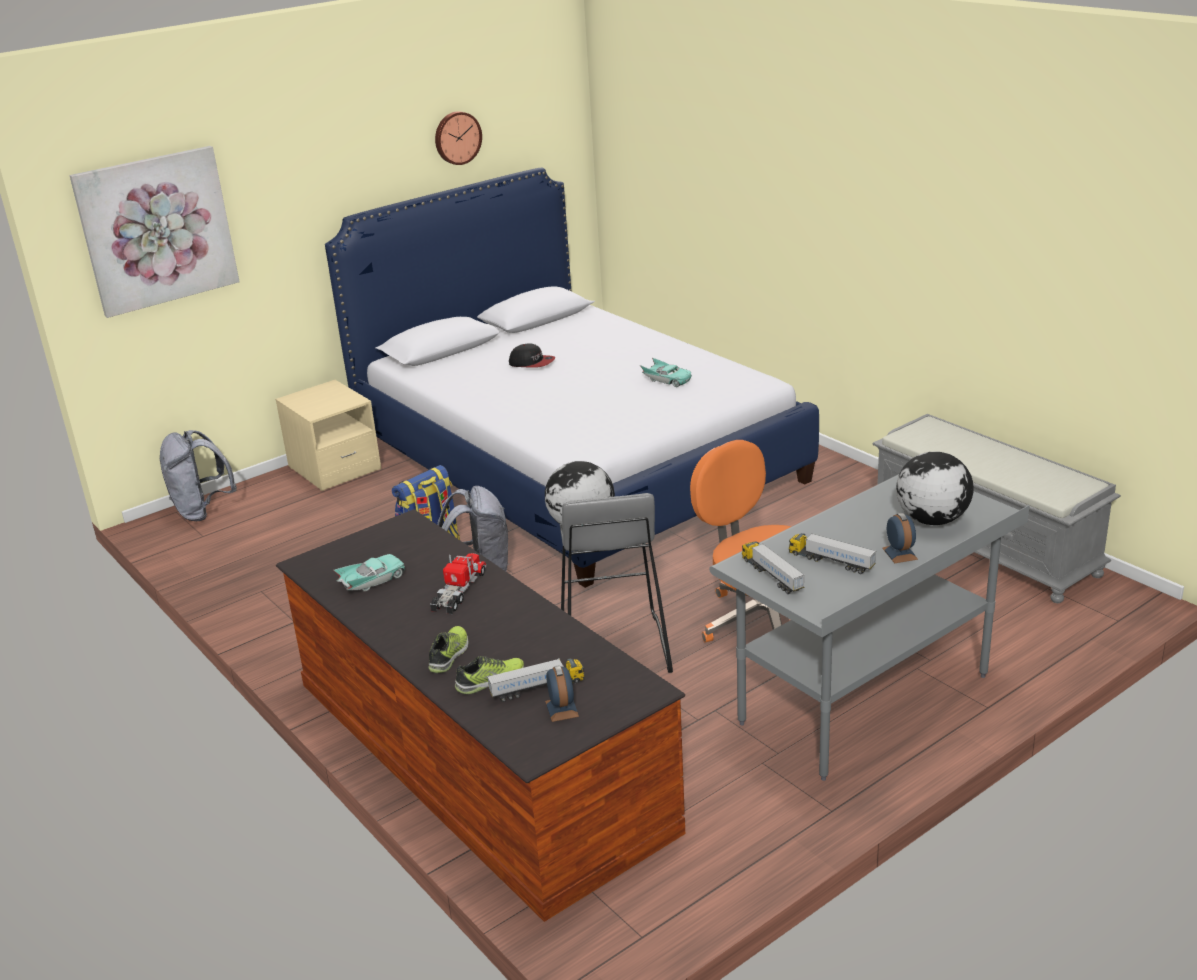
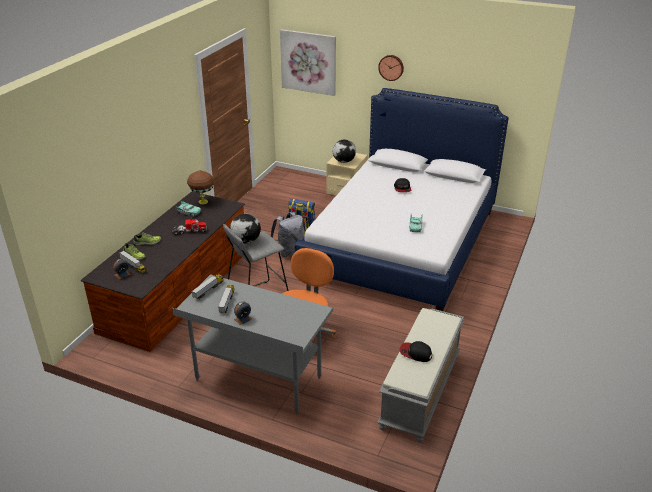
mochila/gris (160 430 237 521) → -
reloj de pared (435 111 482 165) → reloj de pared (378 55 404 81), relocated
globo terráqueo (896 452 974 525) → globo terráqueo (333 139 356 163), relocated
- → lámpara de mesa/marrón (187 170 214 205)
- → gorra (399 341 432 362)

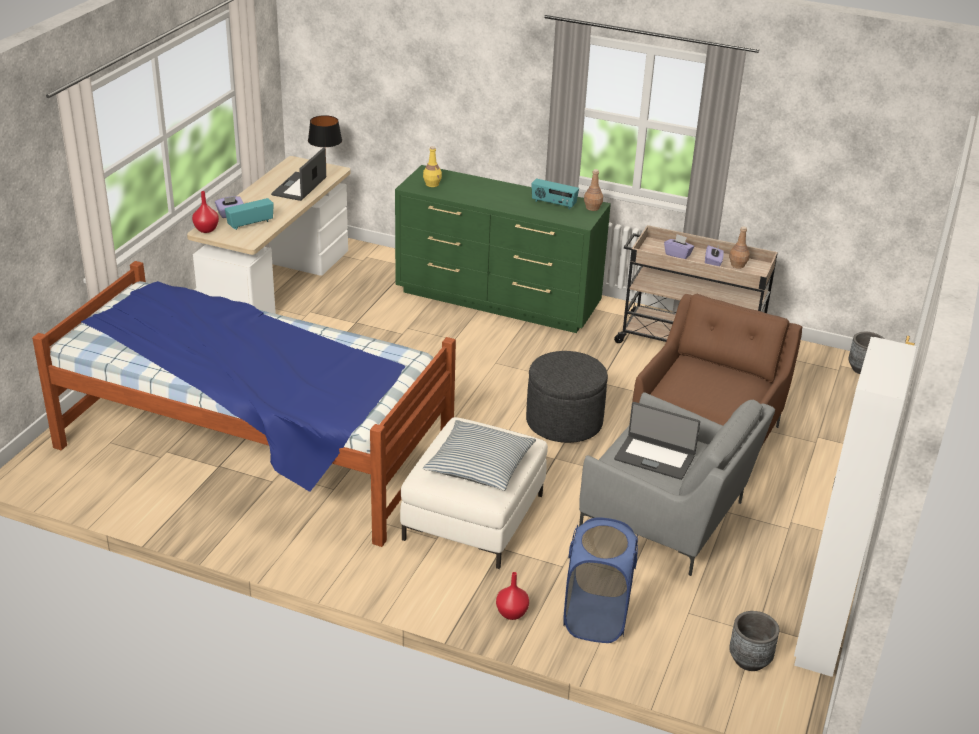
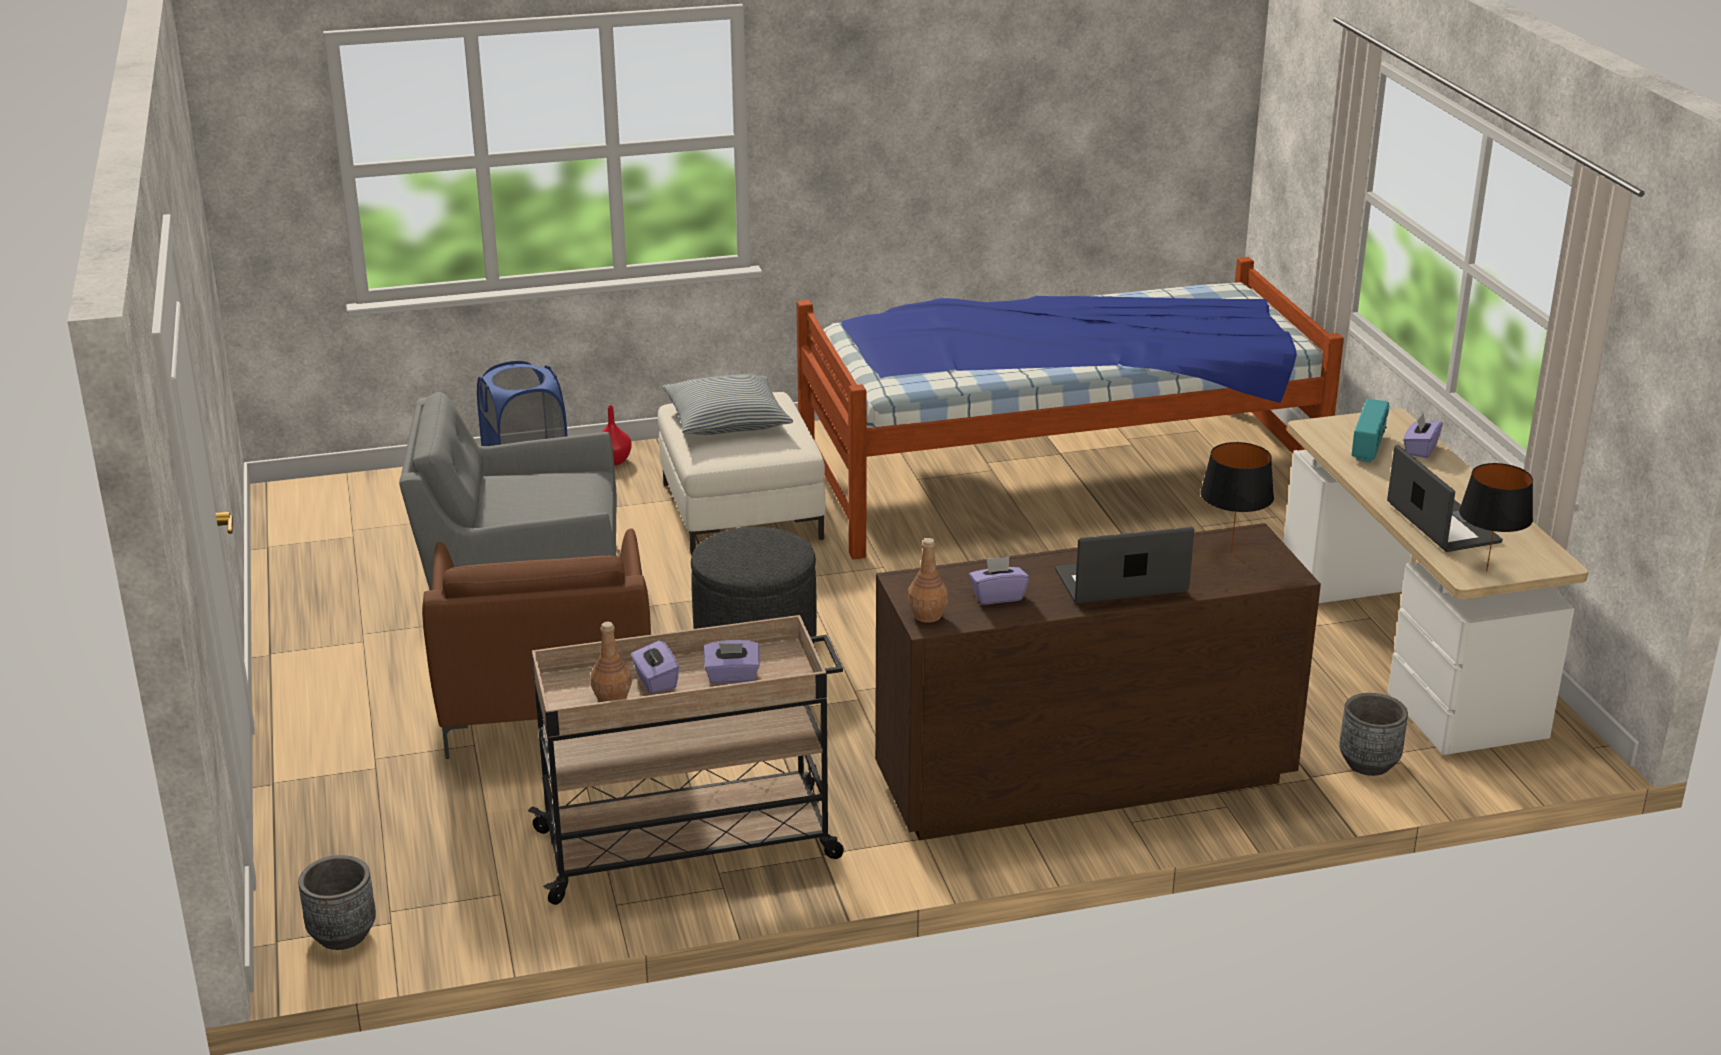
florero/rojo (192 191 219 233) → -
cómoda/verde (395 165 611 333) → cómoda/marrón (875 523 1321 841)
botella/amarillo (423 146 442 187) → lámpara de mesa/negro (1200 442 1274 553)
radio (531 179 579 209) → caja de pañuelos/morado (969 556 1029 605)
portátil (614 402 700 480) → portátil (1055 527 1194 603), relocated
maceta/gris (729 611 779 671) → maceta/gris (1339 693 1408 776), relocated
armario ropero/blanco (794 337 916 677) → -

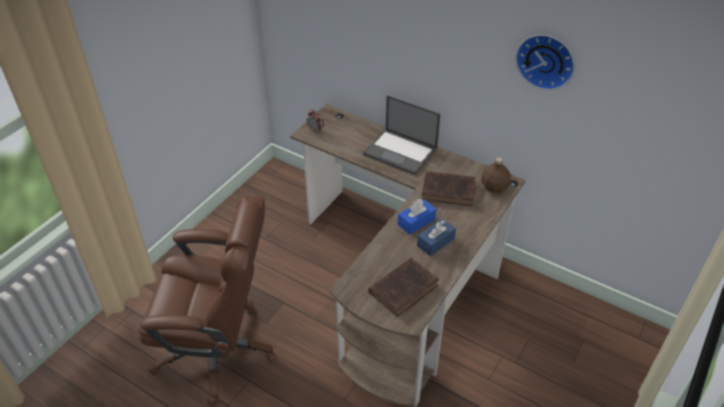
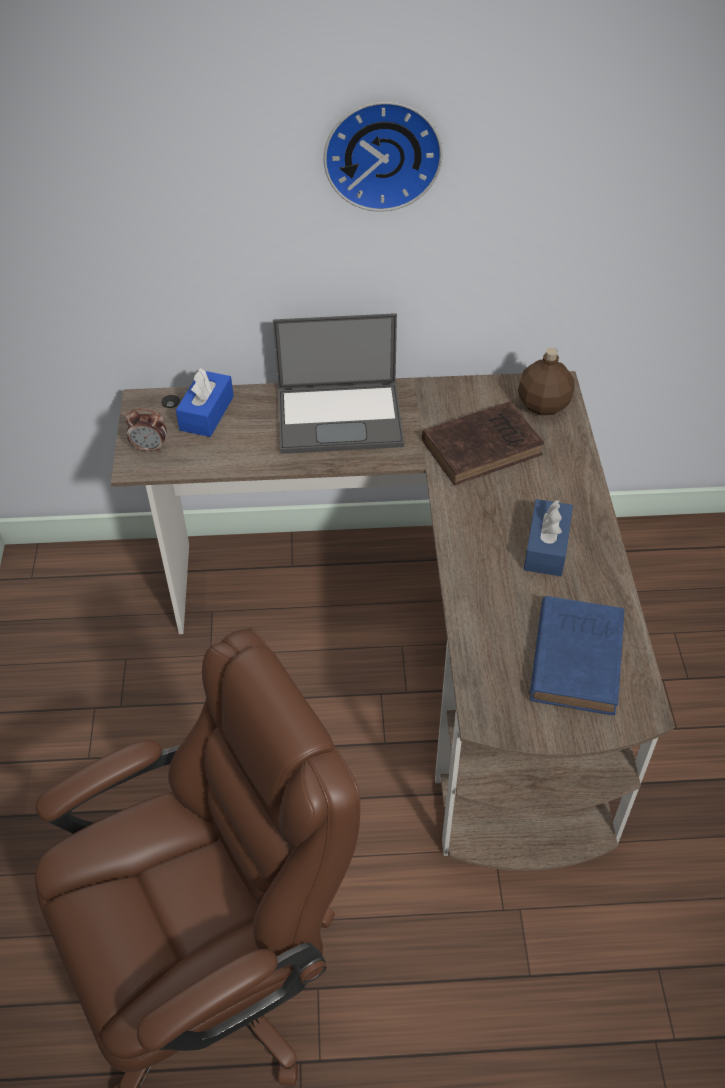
libro/marrón (368 258 439 317) → libro/azul (529 596 625 715)
caja de pañuelos/azul (398 199 436 235) → caja de pañuelos/azul (176 368 234 437), relocated
reloj de pared (516 35 575 90) → reloj de pared (324 101 443 212), relocated

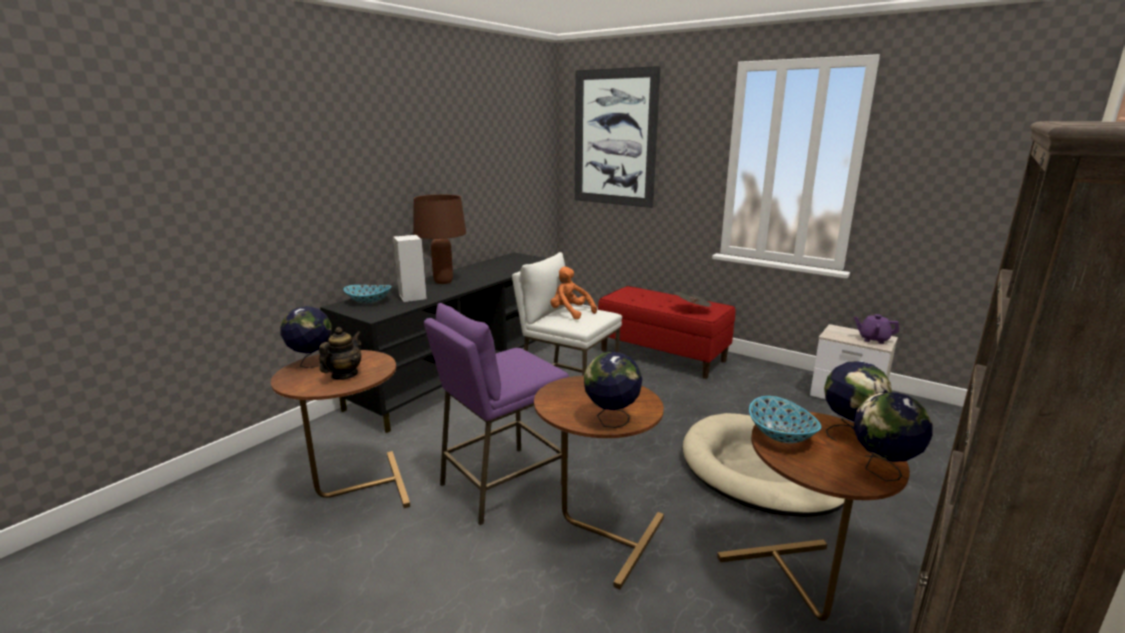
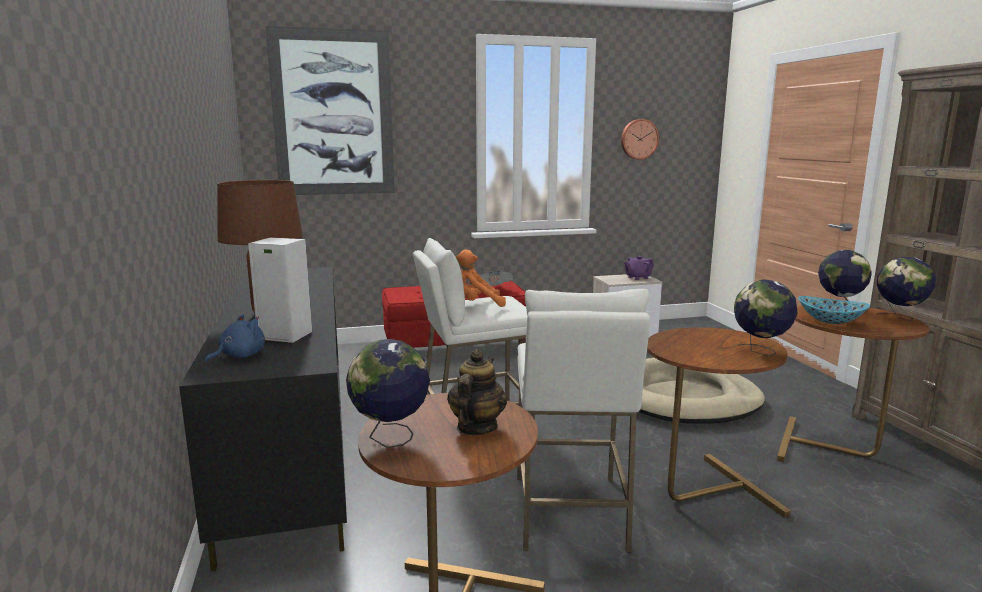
tetera (319 327 361 380) → tetera (447 349 507 435), 45 degrees clockwise
cuenco (343 285 392 304) → peluche/azul (204 314 265 363)
taburete/morado (424 303 569 525) → taburete/blanco (517 289 650 553)
- → reloj de pared (621 119 659 160)

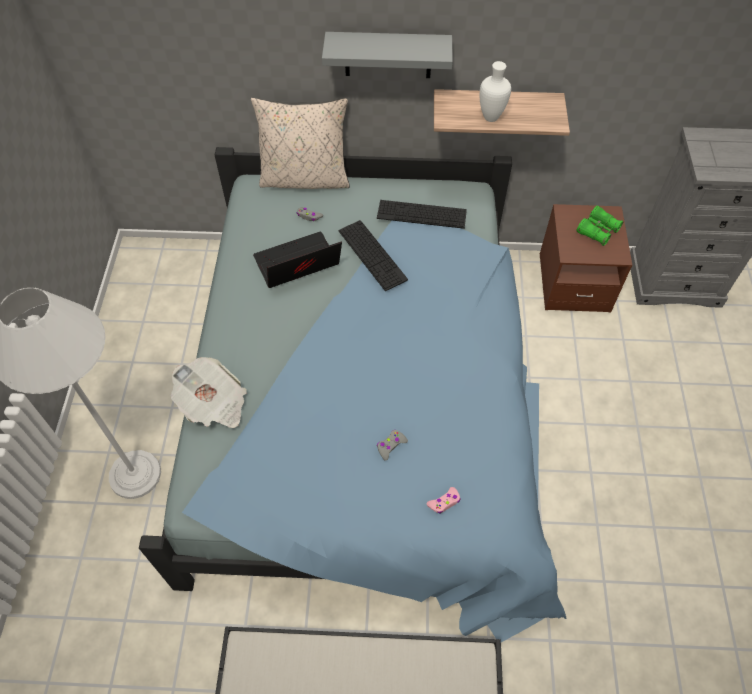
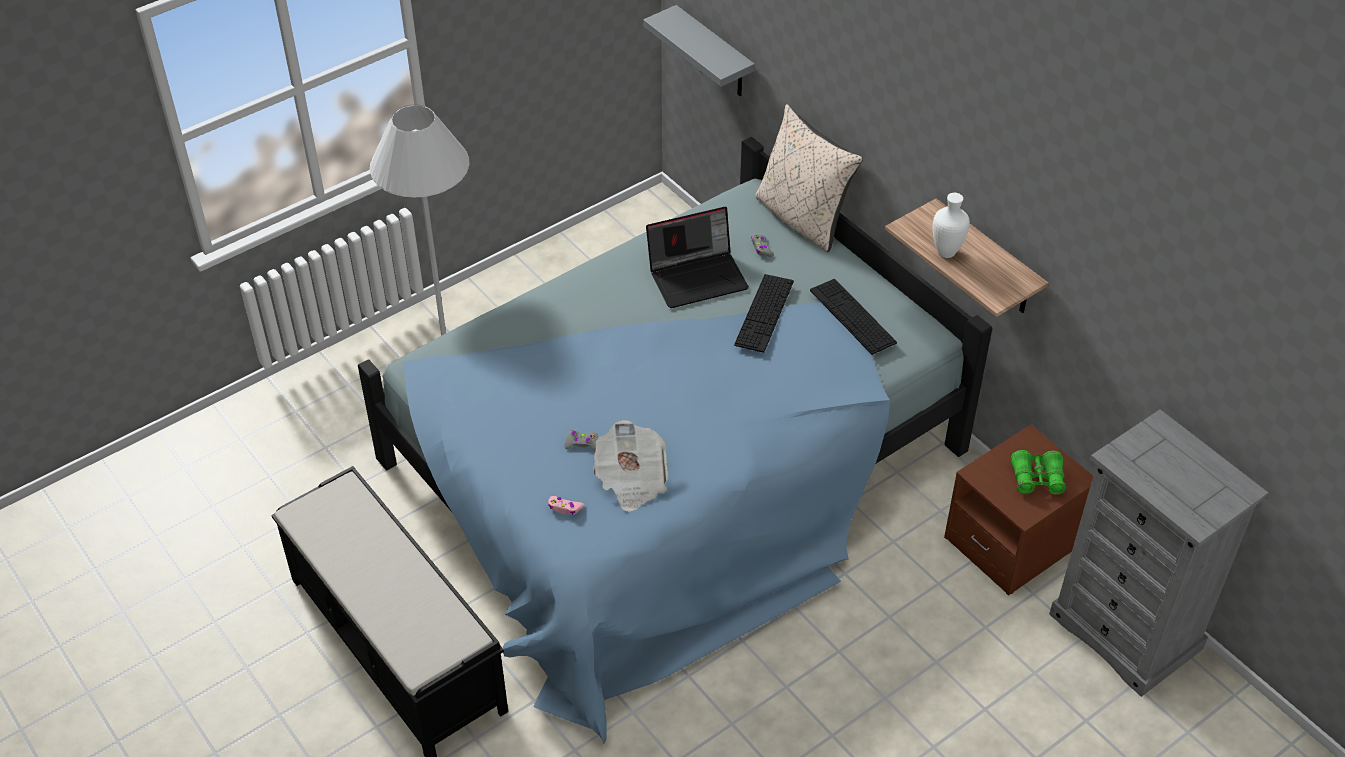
periódico (171 357 247 428) → periódico (593 420 668 512), relocated
portátil (253 232 342 288) → portátil (646 207 749 308), 135 degrees clockwise
estante/gris (322 32 453 78) → estante/gris (643 5 755 96), relocated

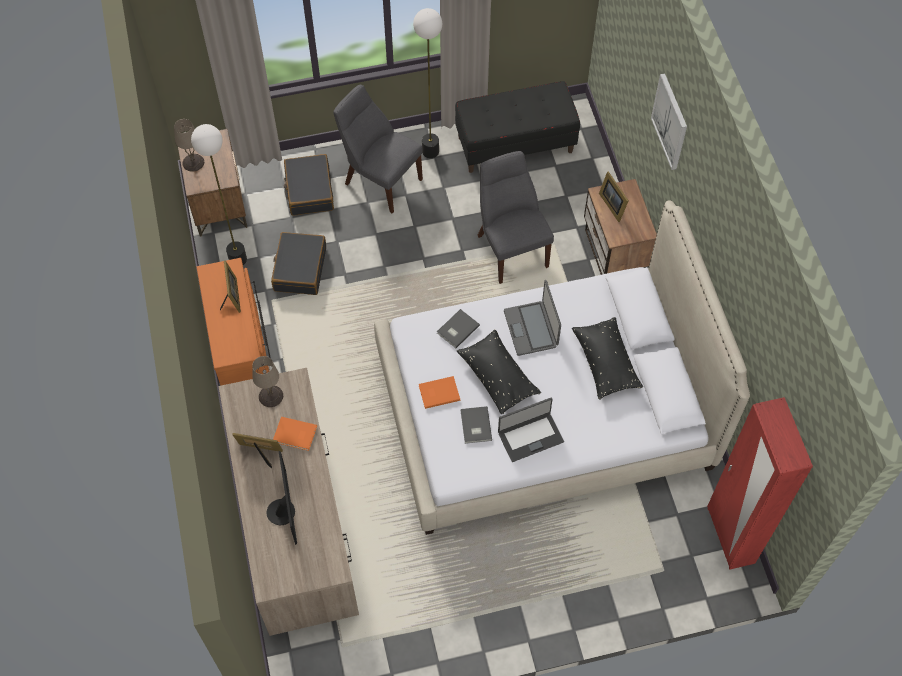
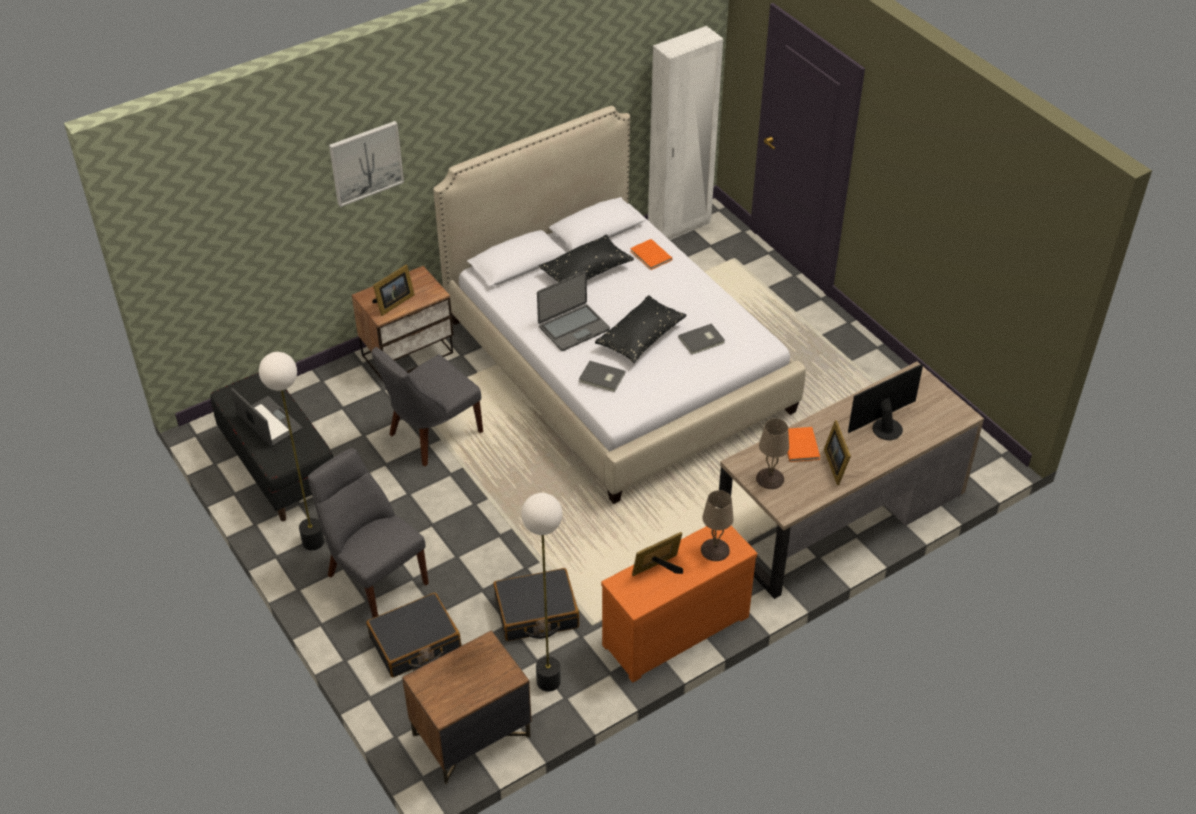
lámpara de mesa/beis (174 119 204 172) → lámpara de mesa/beis (701 490 734 561), relocated
silla/gris (333 85 423 213) → silla/gris (308 448 429 618), 120 degrees clockwise
libro/naranja (419 376 460 409) → libro/naranja (630 239 672 270), relocated
portátil (498 398 564 462) → portátil (231 388 302 446), relocated
armario ropero/rojo (707 397 813 570) → armario ropero/blanco (648 26 723 240)

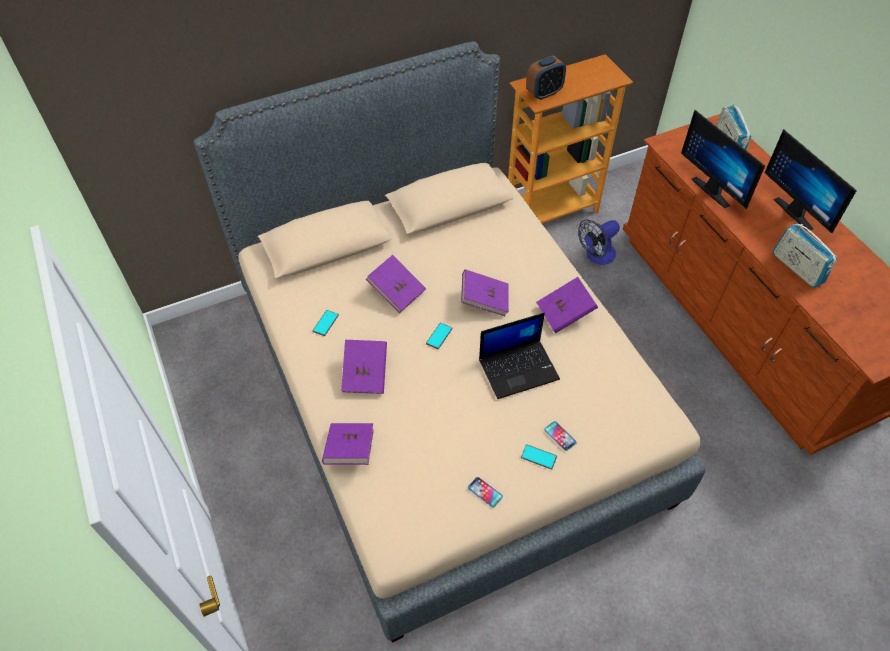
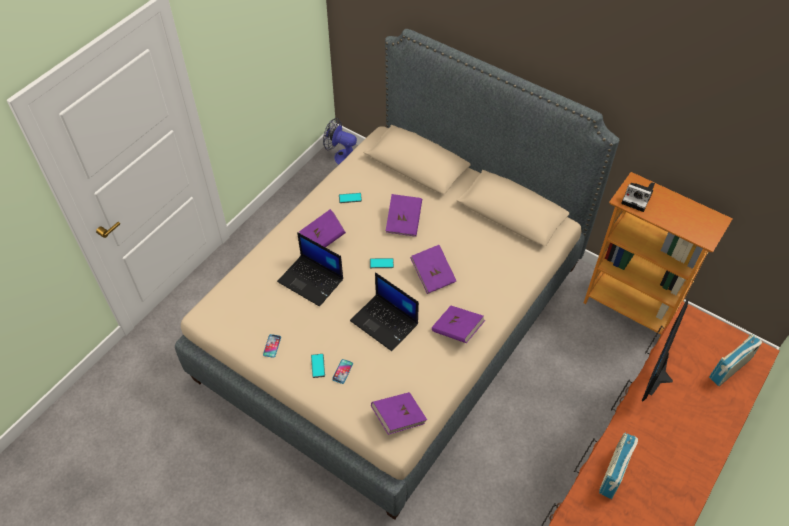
libro/morado (322 423 374 465) → libro/morado (371 392 427 435), relocated
despertador (526 56 566 100) → cámara (621 182 655 212)
ventilador (578 219 620 265) → ventilador (323 118 357 164), relocated
monitor (765 129 857 233) → -
- → portátil (277 232 343 307)

